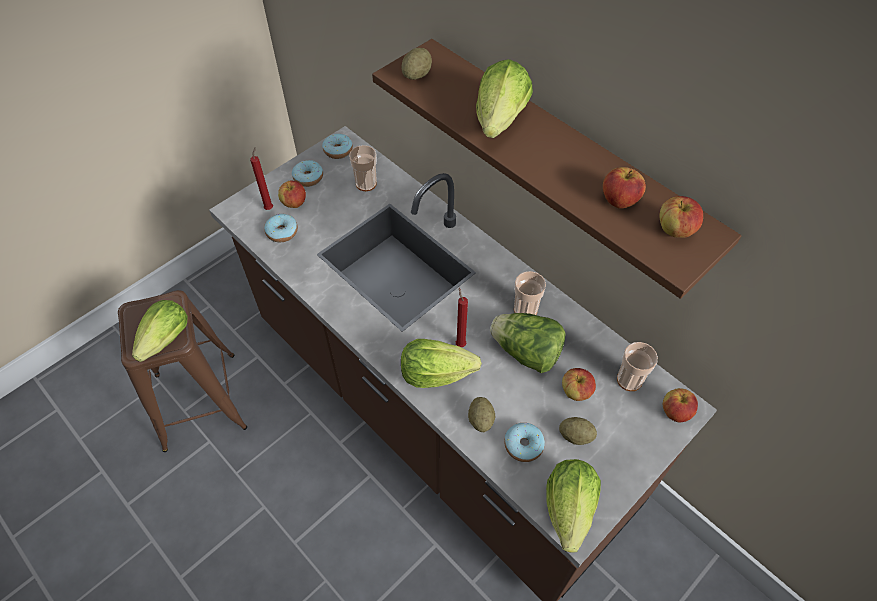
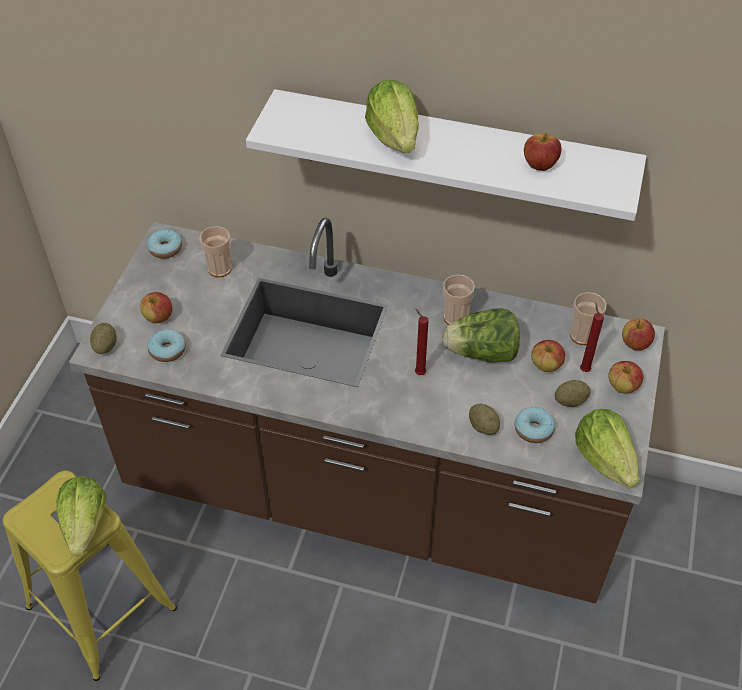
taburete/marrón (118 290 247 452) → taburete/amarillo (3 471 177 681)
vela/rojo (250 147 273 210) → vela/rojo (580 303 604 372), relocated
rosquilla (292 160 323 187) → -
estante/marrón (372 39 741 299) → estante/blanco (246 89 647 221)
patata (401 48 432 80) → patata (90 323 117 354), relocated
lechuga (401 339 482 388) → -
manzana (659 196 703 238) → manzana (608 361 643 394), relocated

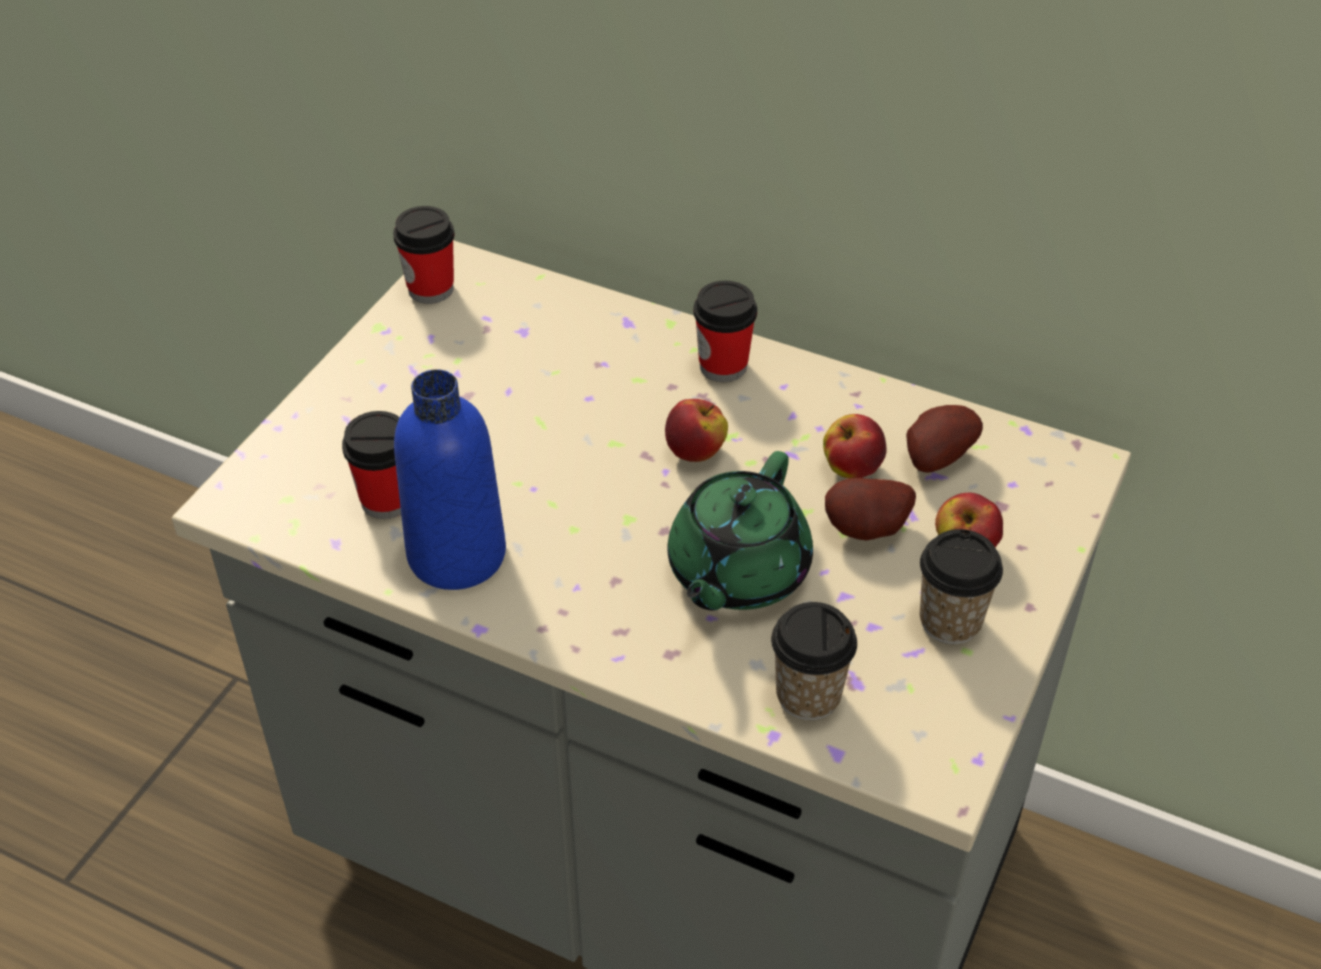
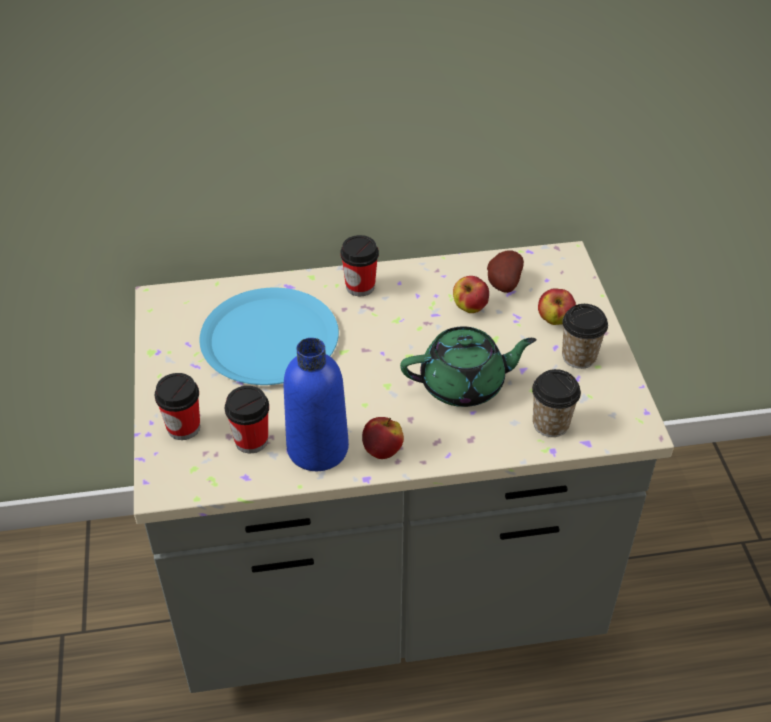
taza (393 206 455 304) → taza (155 373 200 440), relocated
manzana (665 399 728 462) → manzana (362 417 404 459), relocated
tetera/verde (667 451 813 610) → tetera/verde (400 326 537 407), 90 degrees counterclockwise
patata (825 478 916 540) → -
- → plato/azul (199 288 339 385)

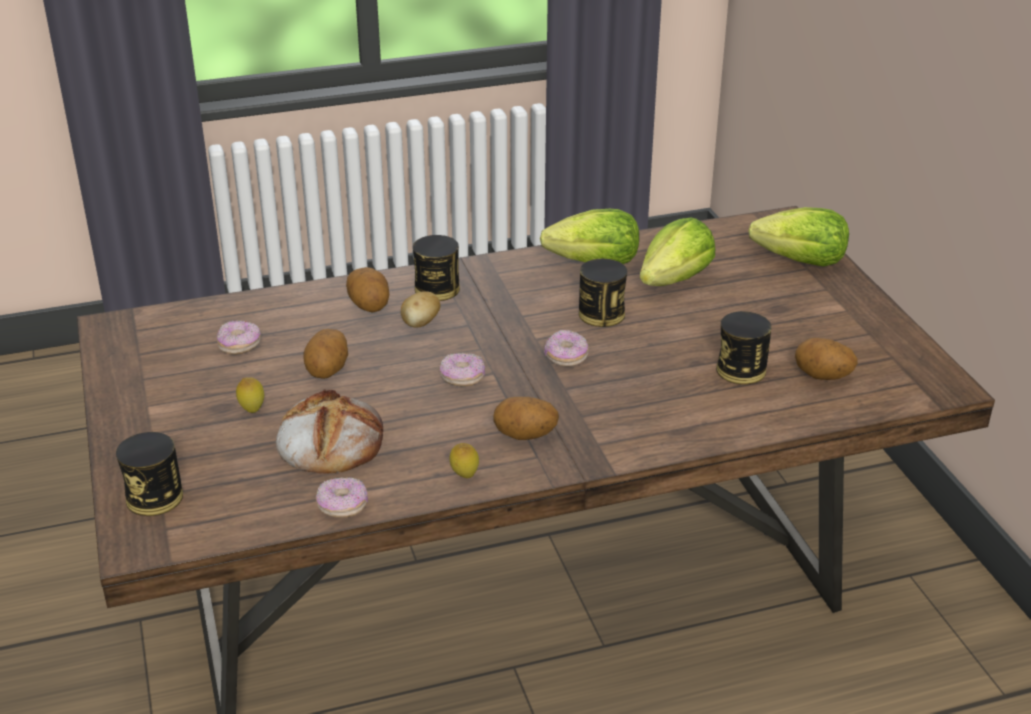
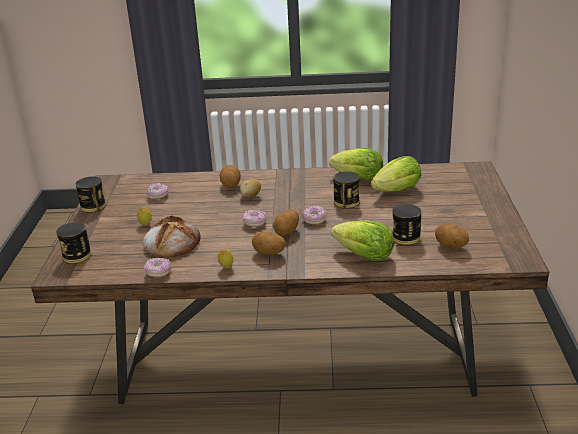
patata (303 329 348 379) → patata (273 209 299 236), relocated
lata (413 235 460 301) → lata (76 176 106 213), relocated
lechuga (748 207 849 267) → lechuga (331 220 394 261), relocated

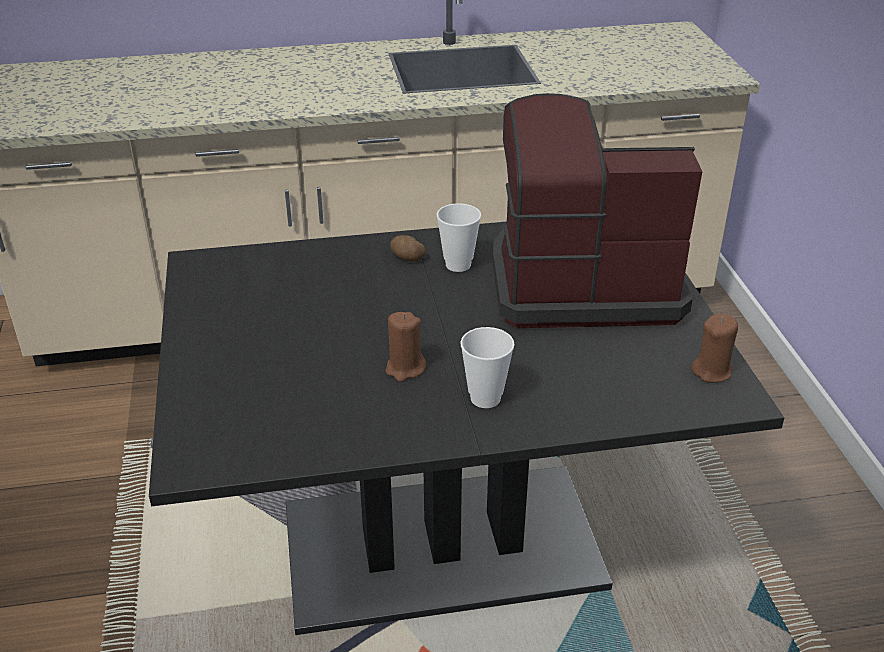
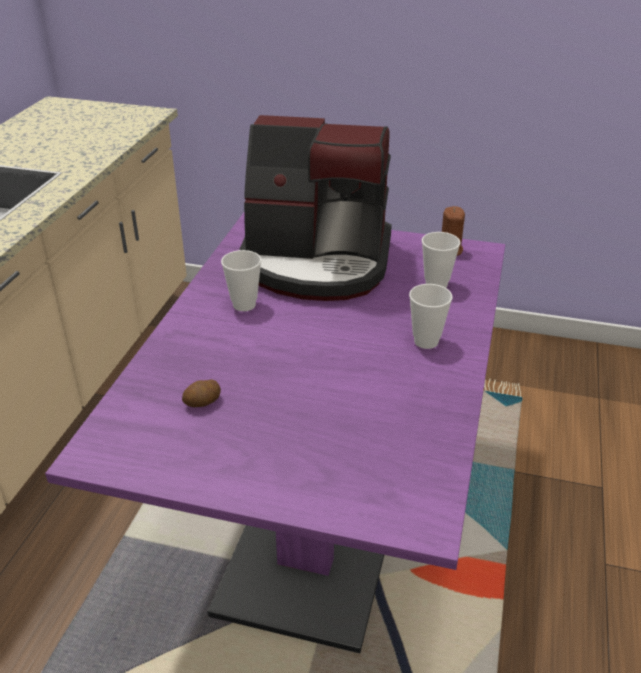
mesa de comedor/negro (149 222 784 635) → mesa de comedor/morado (45 213 505 653)
vela/marrón (385 312 426 382) → -
patata (390 235 425 261) → patata (182 379 221 407), relocated
cafetera (493 93 702 328) → cafetera (240 115 392 301), 105 degrees counterclockwise
- → taza (422 232 461 288)

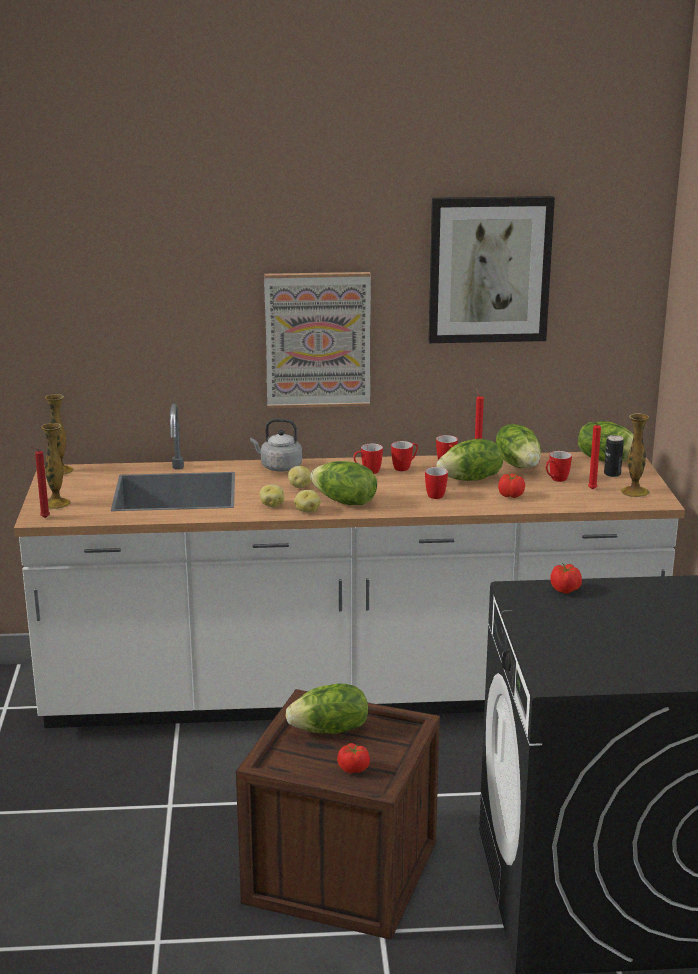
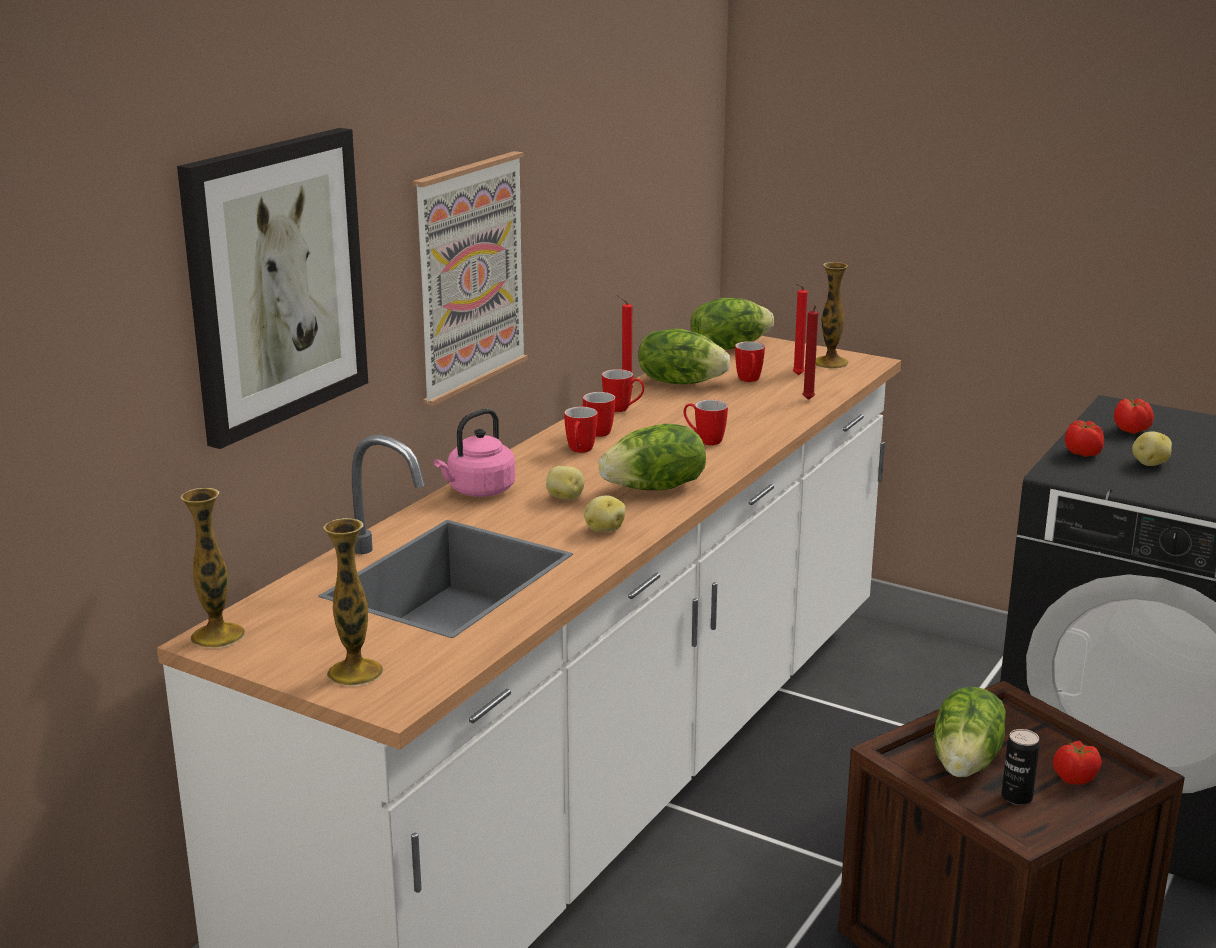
vela/rojo (31 446 50 518) → vela/rojo (802 305 818 400), relocated
hervidor/gris (250 419 302 471) → hervidor/rosa (434 409 515 497)
patata (294 490 321 513) → patata (1132 431 1172 466), relocated
cuadro (428 196 555 343) → cuadro (177 128 368 449), relocated
lechuga (437 439 503 481) → -
tomate (498 474 525 498) → tomate (1114 398 1154 434), relocated
lata (604 435 624 477) → lata (1001 729 1040 805), relocated

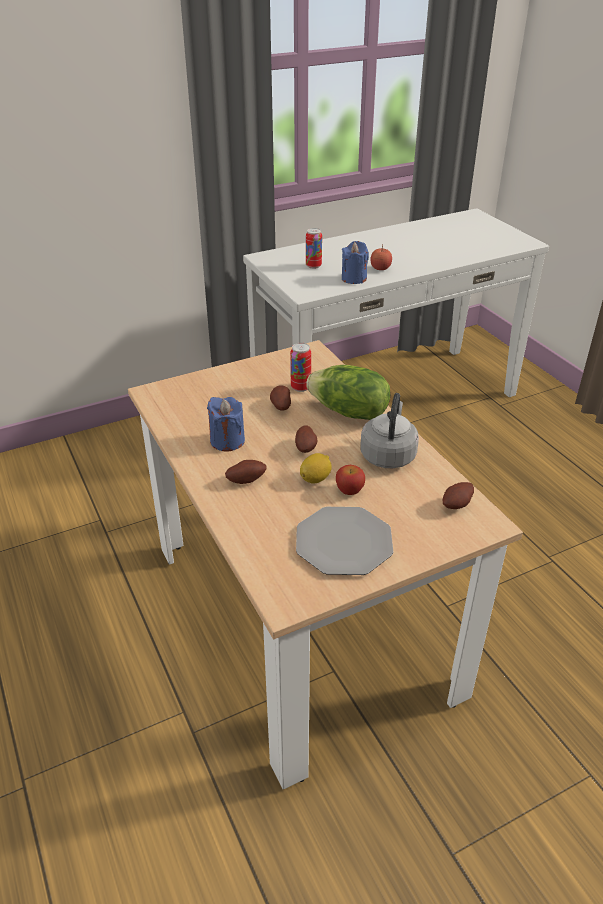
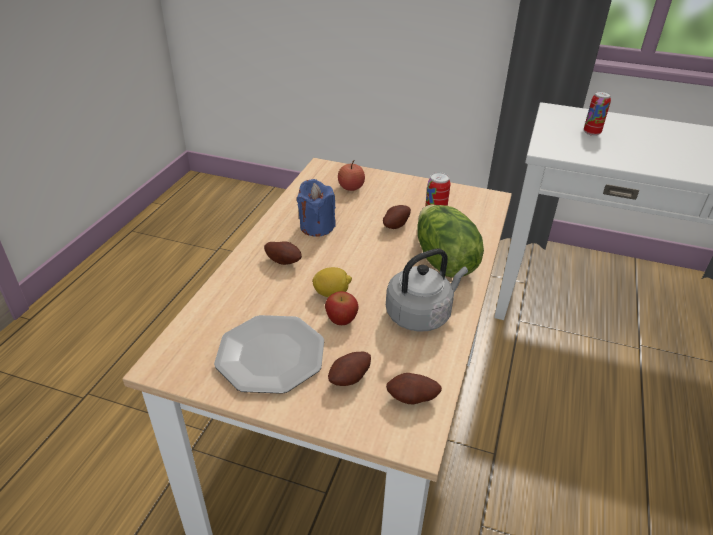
patata (295 425 318 453) → patata (328 352 371 386), relocated
vela/azul (342 241 369 284) → -
manzana (371 245 392 270) → manzana (338 160 365 191), relocated

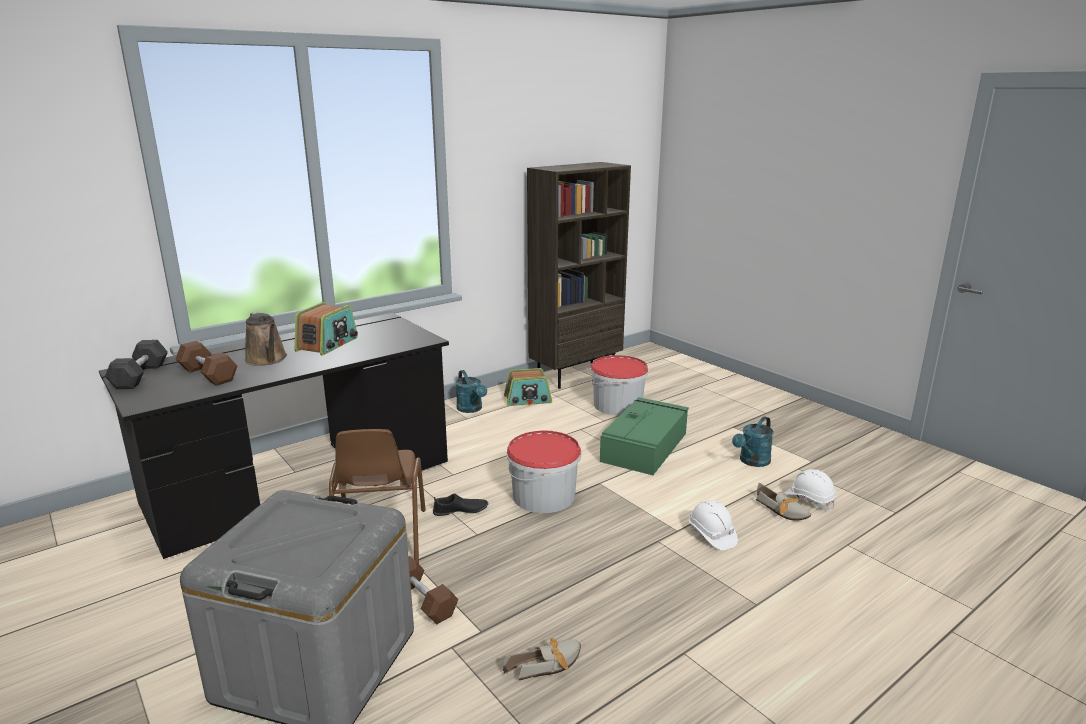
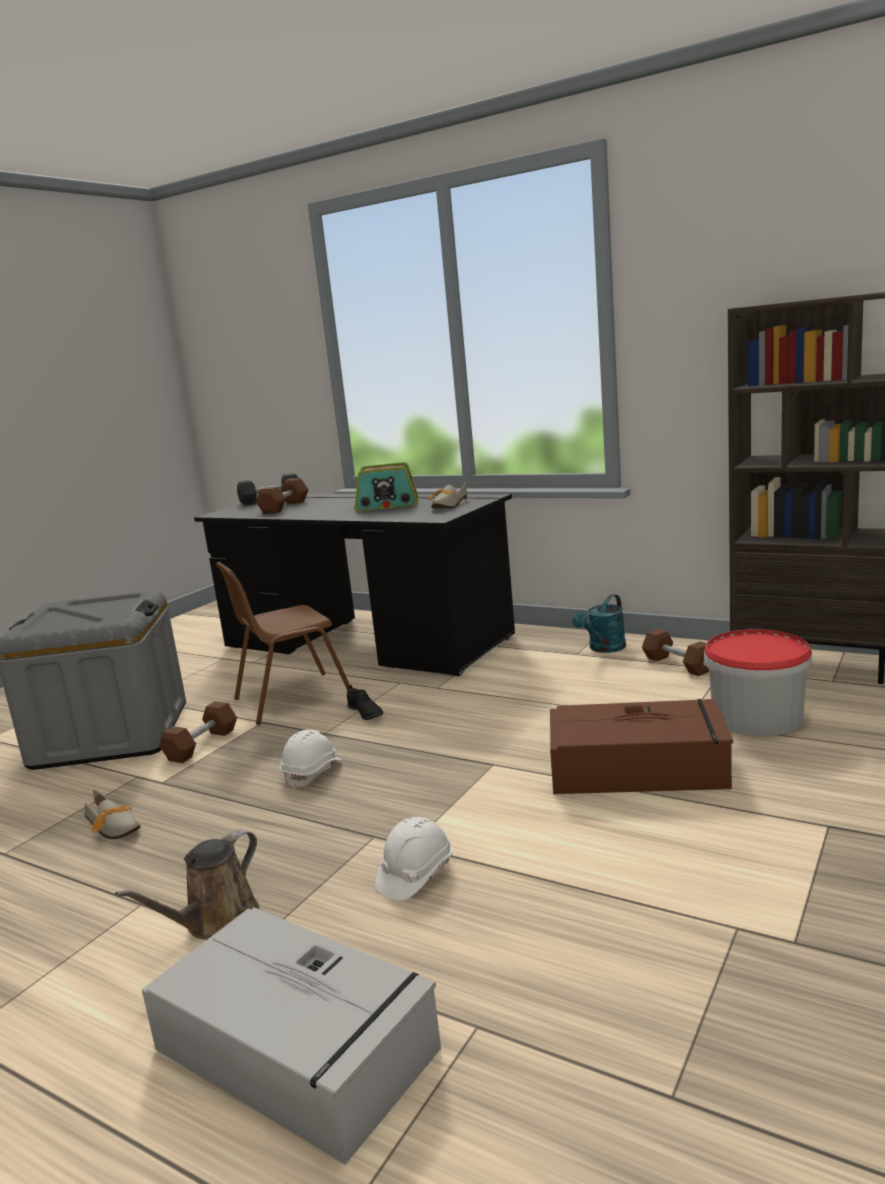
regadera/marrón (245 312 287 366) → regadera/marrón (115 829 259 940), relocated
radio (504 368 552 406) → mancuerna/marrón (642 629 709 676)
cubo (507 430 581 513) → -
caja de almacenaje/verde (600 397 689 475) → caja de almacenaje/marrón (550 699 733 794)
regadera/turquesa (732 416 774 467) → -
zapato (756 483 811 521) → zapato (427 481 467 509), relocated
casco/blanco (785 469 836 510) → casco/blanco (280 730 342 789), relocated
- → caja de almacenaje/gris (142 907 441 1165)

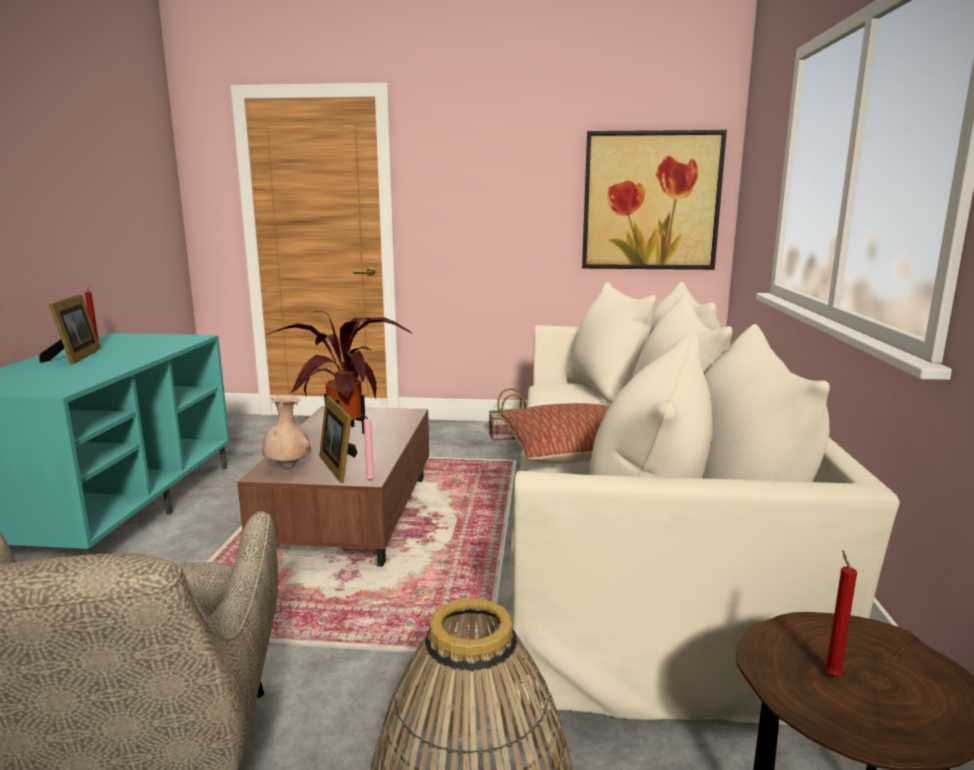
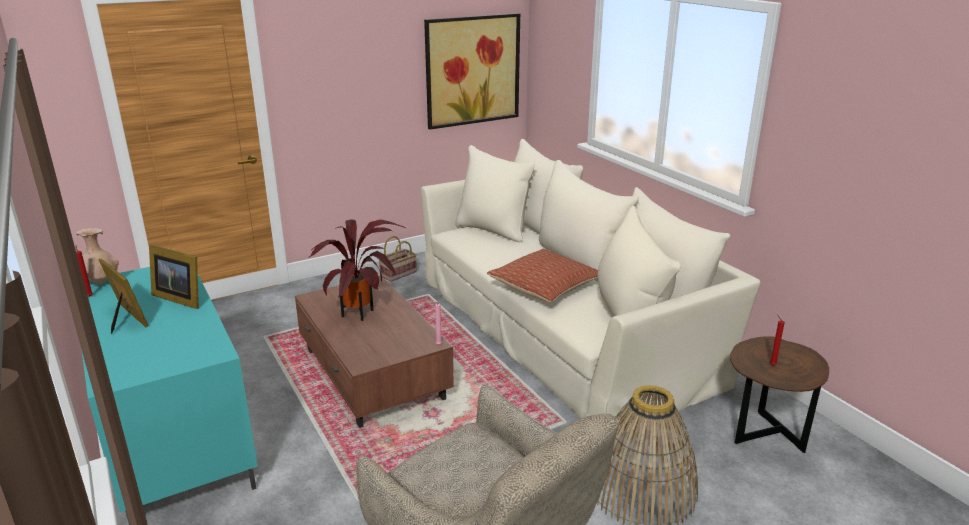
florero/beis (262 395 311 469) → florero/beis (76 228 119 285), relocated
portarretratos (319 396 357 483) → portarretratos (149 245 199 309), relocated

